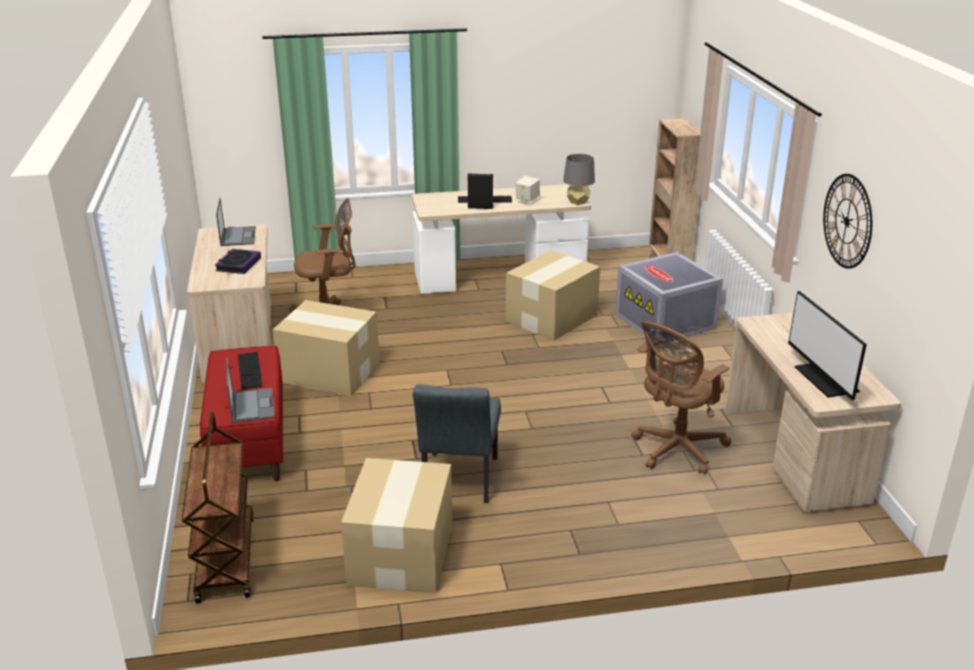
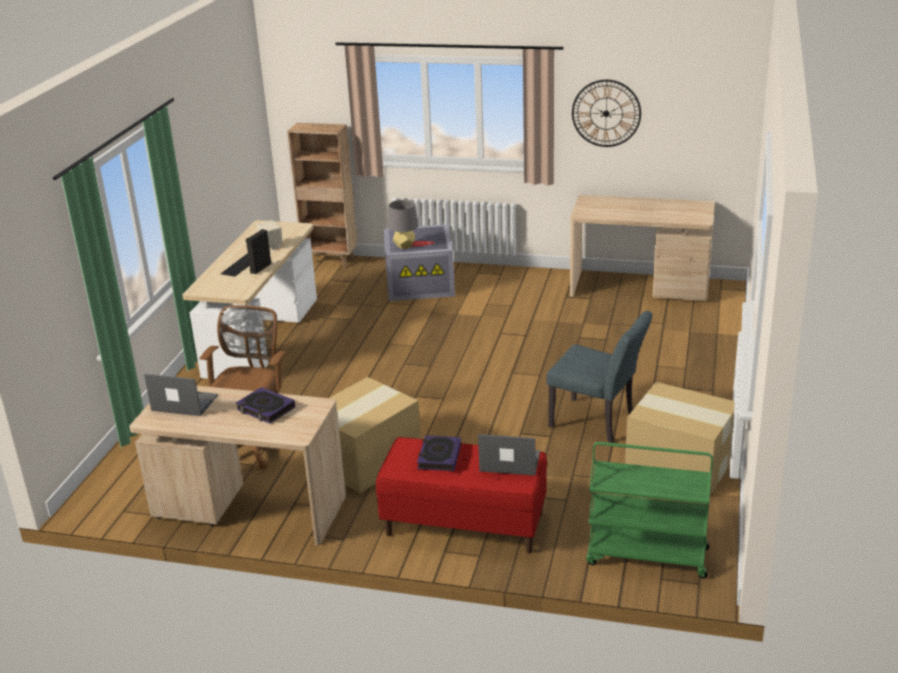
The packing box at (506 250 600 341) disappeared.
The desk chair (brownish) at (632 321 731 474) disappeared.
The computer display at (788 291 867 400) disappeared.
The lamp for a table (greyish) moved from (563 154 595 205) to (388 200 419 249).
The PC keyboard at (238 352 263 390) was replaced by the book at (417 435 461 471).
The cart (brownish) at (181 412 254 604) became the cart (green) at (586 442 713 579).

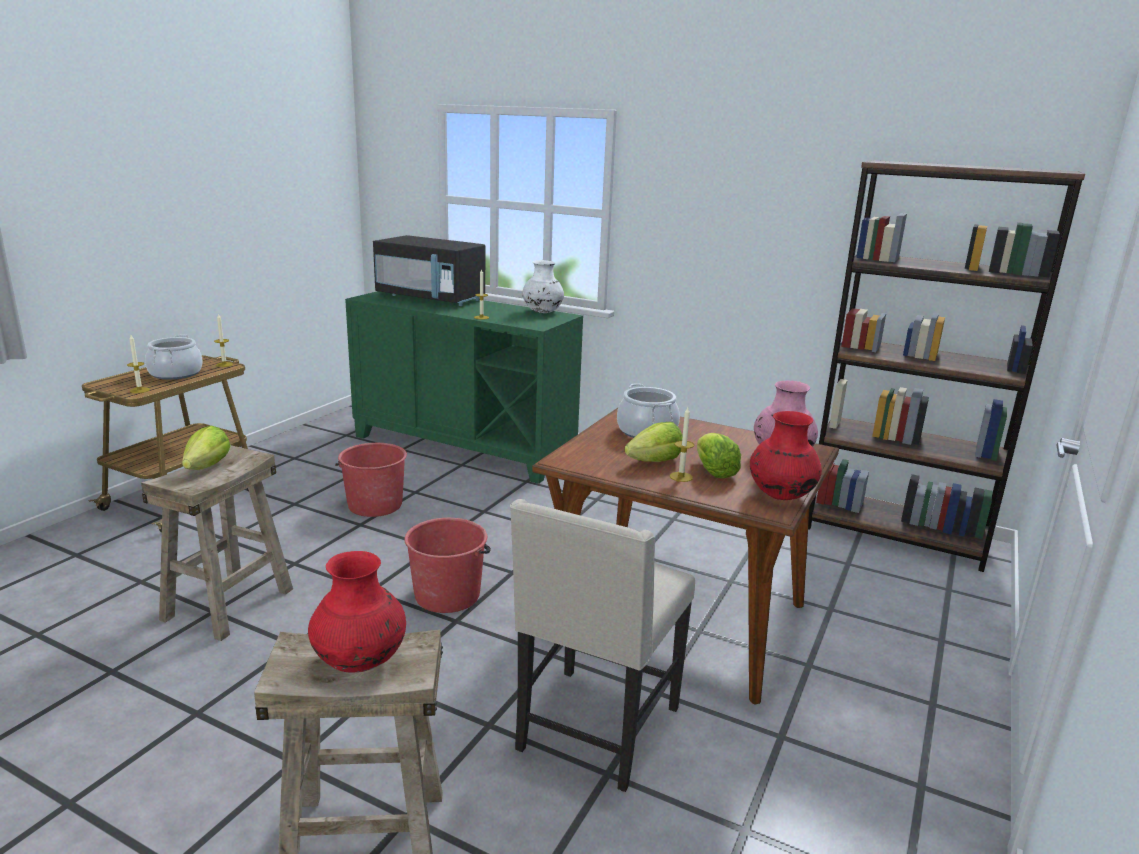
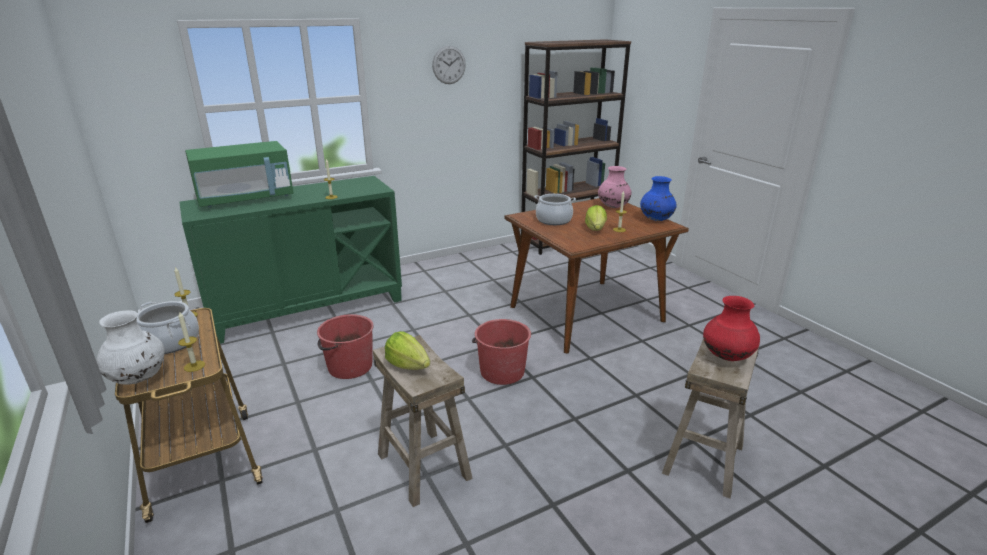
The upright chair (beige-coloured) at (510 499 695 792) disappeared.
The head of lettuce at (697 433 741 479) disappeared.
The hanging clock at (432 46 466 84) appeared.
The vase (whitish) moved from (522 260 564 313) to (96 310 165 385).
The kitchen microwave (black-coloured) at (373 235 485 306) became the kitchen microwave (green) at (185 141 293 207).
The vase (reddish) at (750 411 822 500) became the vase (bluish) at (640 176 677 221).

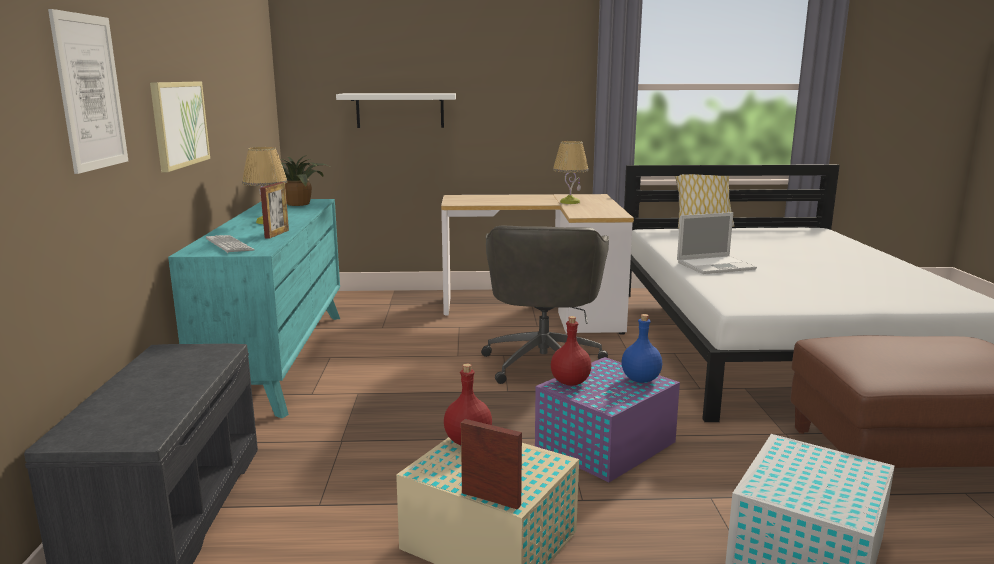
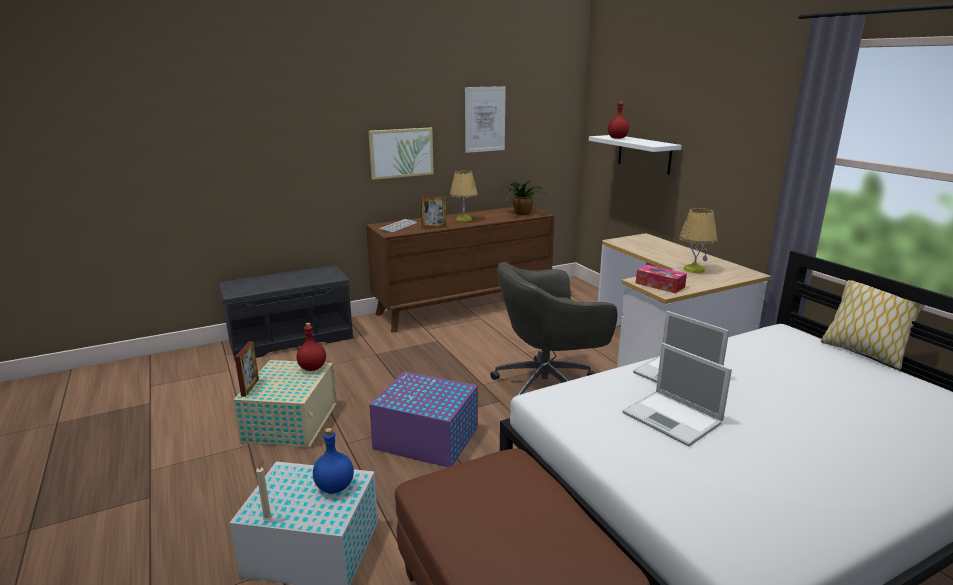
The wax candle (beige-coloured) at (256 460 272 521) appeared.
The notebook computer at (623 343 732 447) appeared.
The tissue box at (636 265 687 293) appeared.
The picture moved from (48 9 128 174) to (465 86 506 153).
The drink bottle (reddish) moved from (551 316 591 386) to (608 100 629 139).
The drink bottle (bluish) moved from (621 314 662 383) to (313 428 354 494).
The drawer chest (turquoise) at (168 199 340 418) became the drawer chest (brownish) at (366 207 555 333).

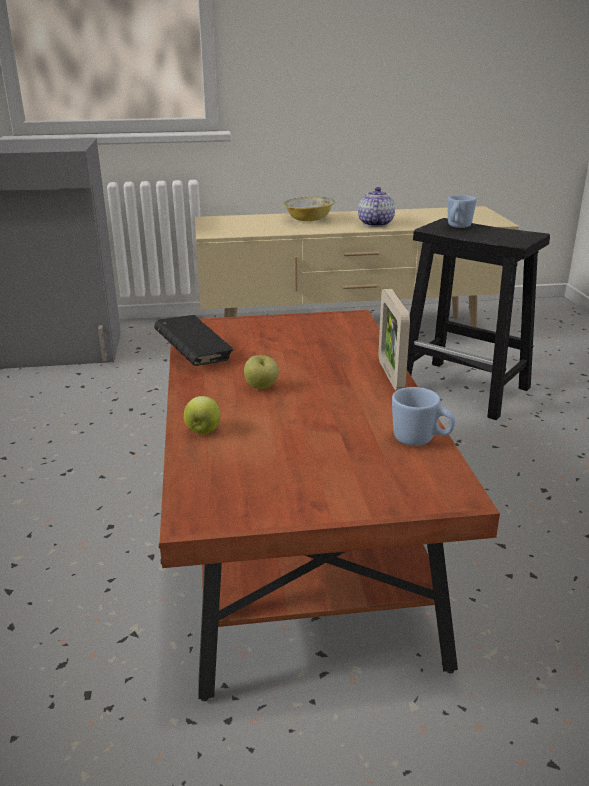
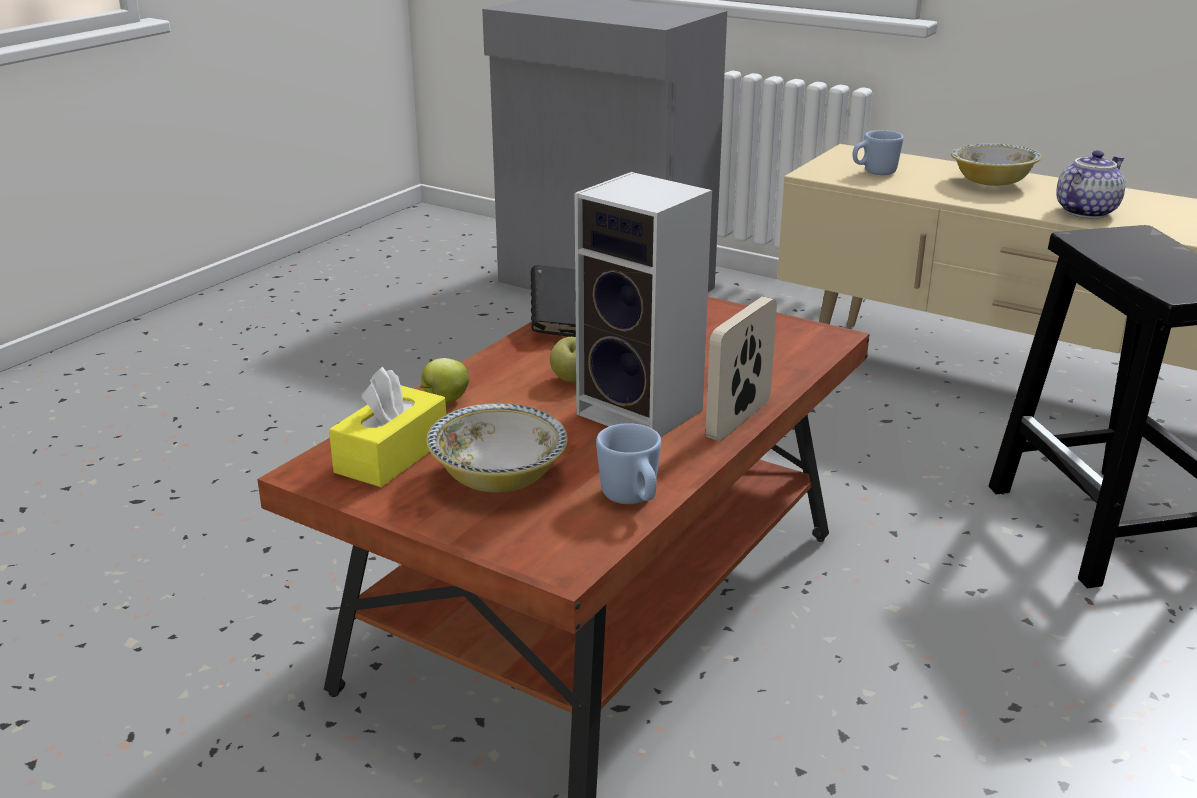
The tissue box (yellowish) at (329 367 446 487) appeared.
The serving bowl at (426 403 568 493) appeared.
The speaker at (575 172 712 437) appeared.
The mug (bluish) moved from (448 195 477 228) to (853 130 904 175).

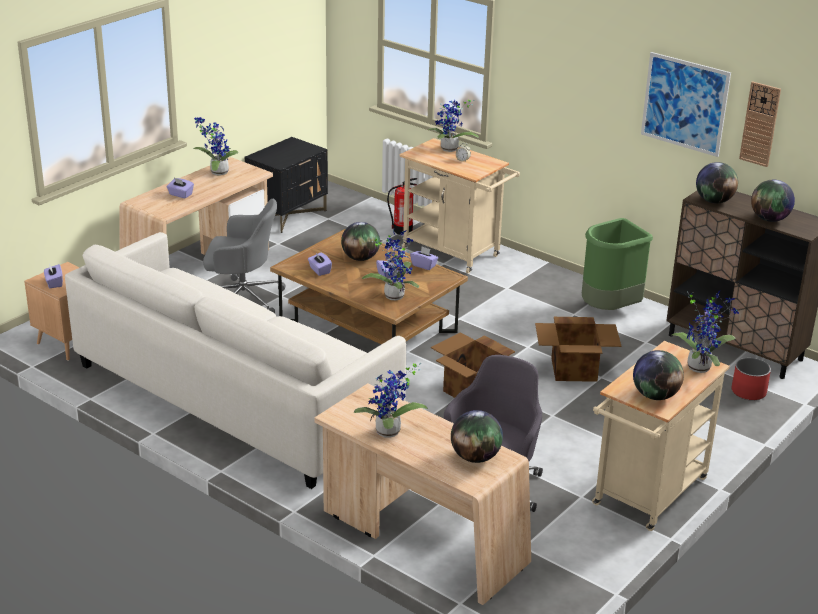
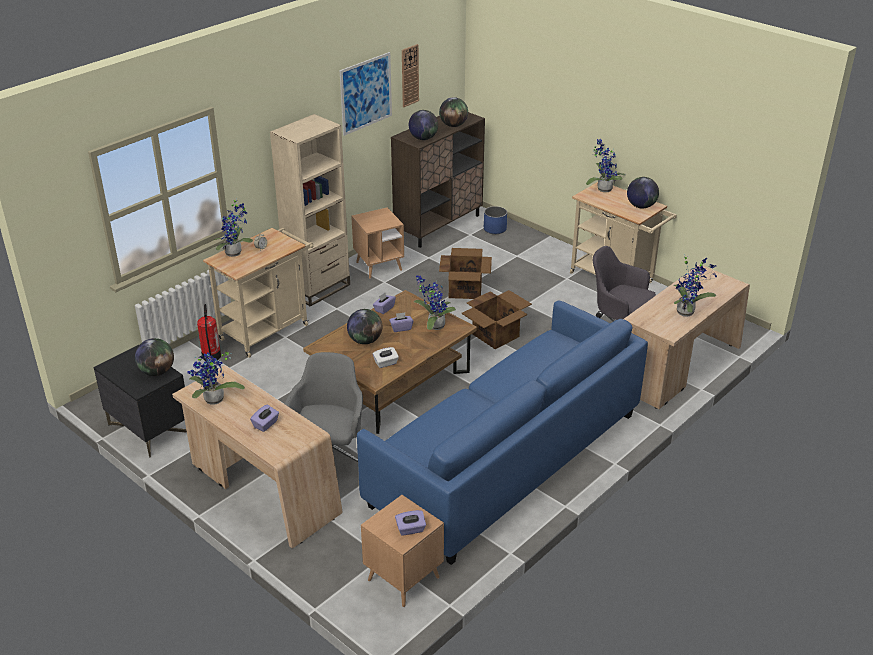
The bookcase (beige-coloured) at (270 114 350 307) appeared.
The world globe moved from (451 410 503 463) to (135 338 174 376).
The rubbish bin (green) at (582 218 653 310) was replaced by the side table (brownish) at (351 207 404 279).
The couch (whitish) at (65 232 406 489) became the couch (bluish) at (357 301 648 565).
The tissue box (purplish) at (308 252 332 276) became the tissue box (whitish) at (373 347 399 368).
The planter (reddish) at (732 358 771 401) became the planter (bluish) at (484 206 507 234).

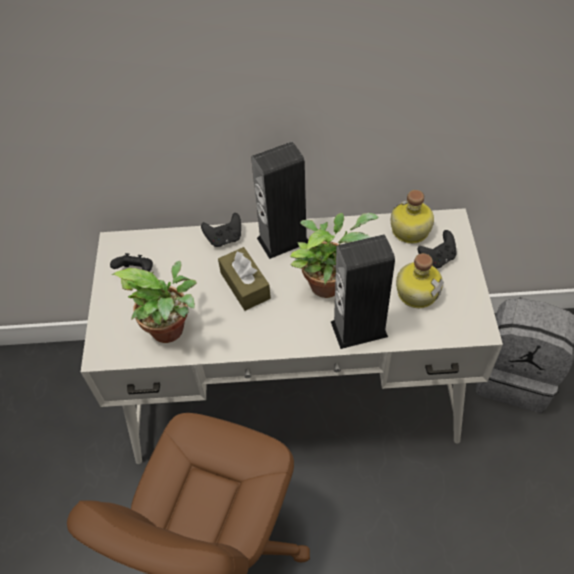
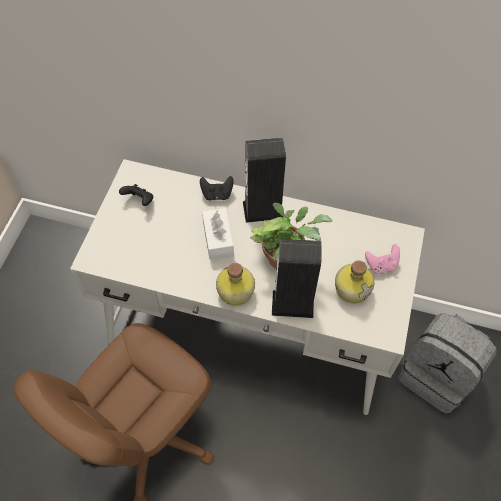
The plant in a pot at (111 261 197 343) disappeared.
The drink bottle moved from (391 190 434 244) to (216 263 255 306).
The tissue box (brownish) at (218 247 271 311) became the tissue box (whitish) at (202 208 234 260).
The joypad (black-coloured) at (418 230 457 268) became the joypad (pinkish) at (365 244 400 274).

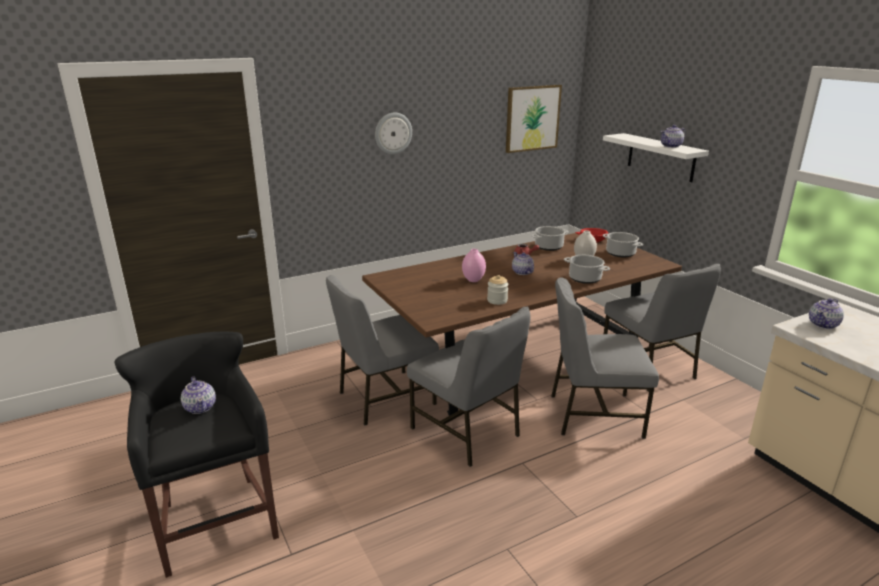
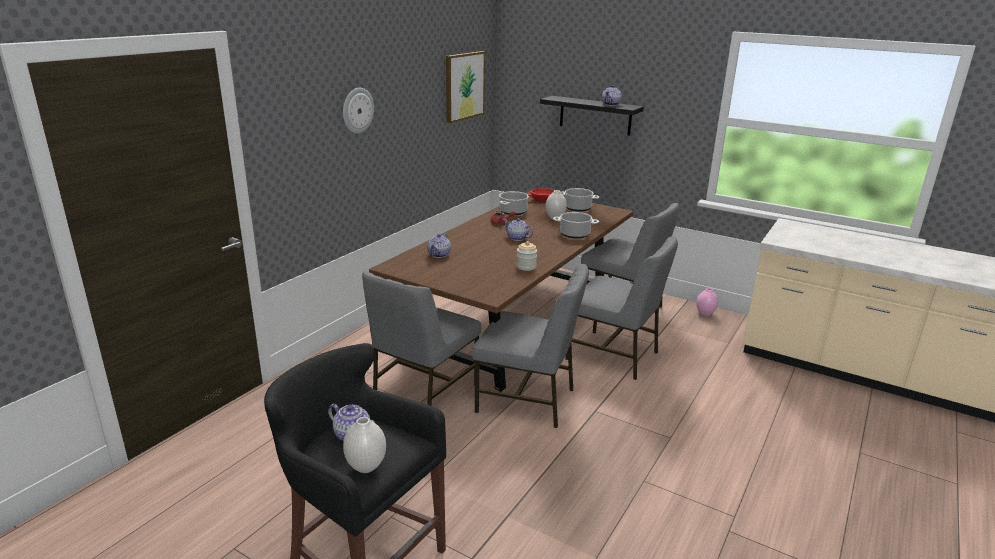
The vase (whitish) at (343 417 386 473) appeared.
The vase (pinkish) moved from (462 249 486 282) to (696 288 718 316).
The teapot moved from (809 298 844 329) to (428 233 451 258).
The bracket shelf (whitish) at (603 133 709 182) became the bracket shelf (black-coloured) at (540 96 644 136).
The upright chair (greyish) at (551 277 659 439) turned 120 degrees counterclockwise.

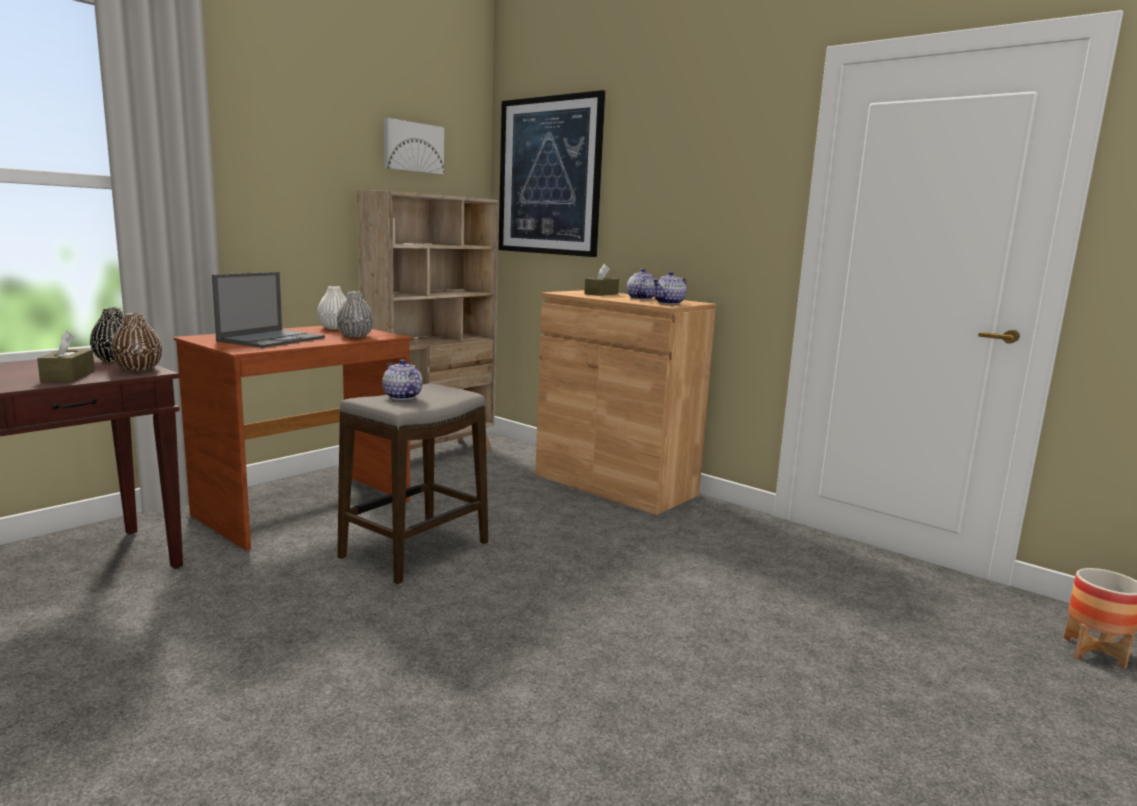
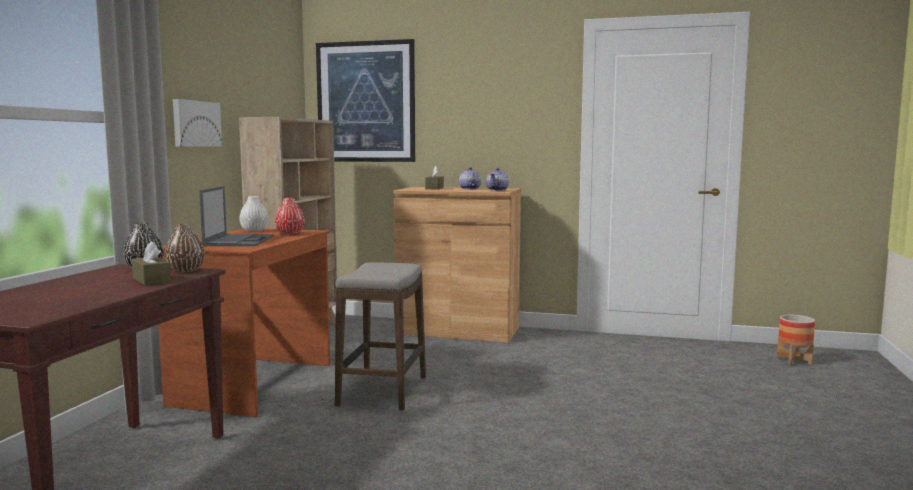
The teapot at (382 359 423 400) disappeared.
The picture moved from (384 118 444 174) to (173 99 222 147).
The vase (greyish) at (337 291 374 338) became the vase (reddish) at (275 198 305 235).

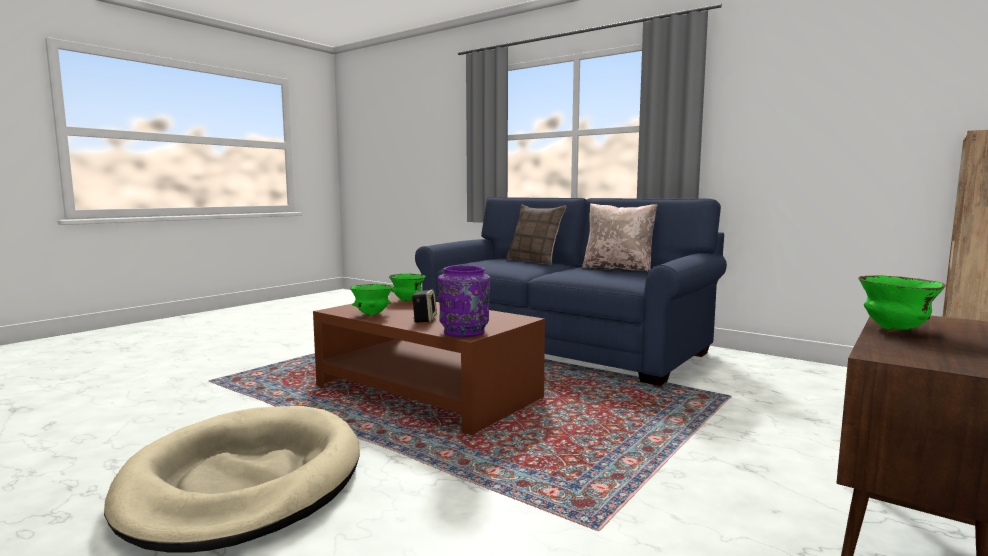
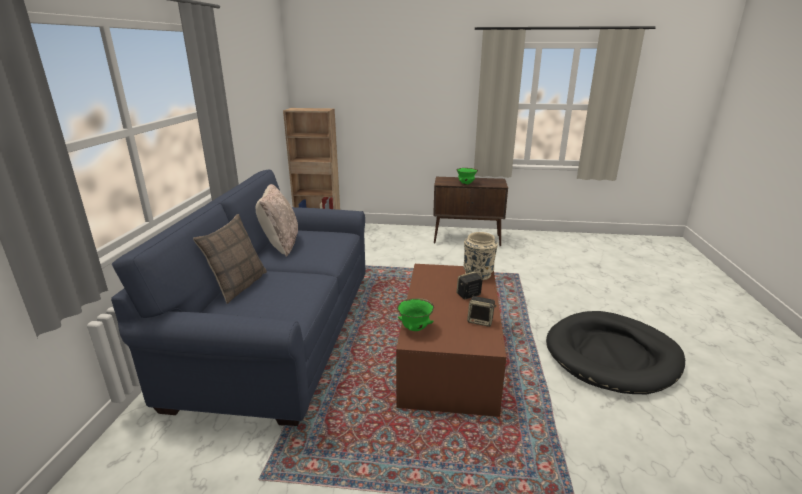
The serving bowl (green) at (350 284 393 315) was replaced by the speaker at (467 296 496 327).
The pet bed (beige-coloured) at (104 406 359 552) became the pet bed (black-coloured) at (546 311 685 394).
The vase (purplish) at (438 265 490 337) became the vase (beige-coloured) at (463 232 498 280).

